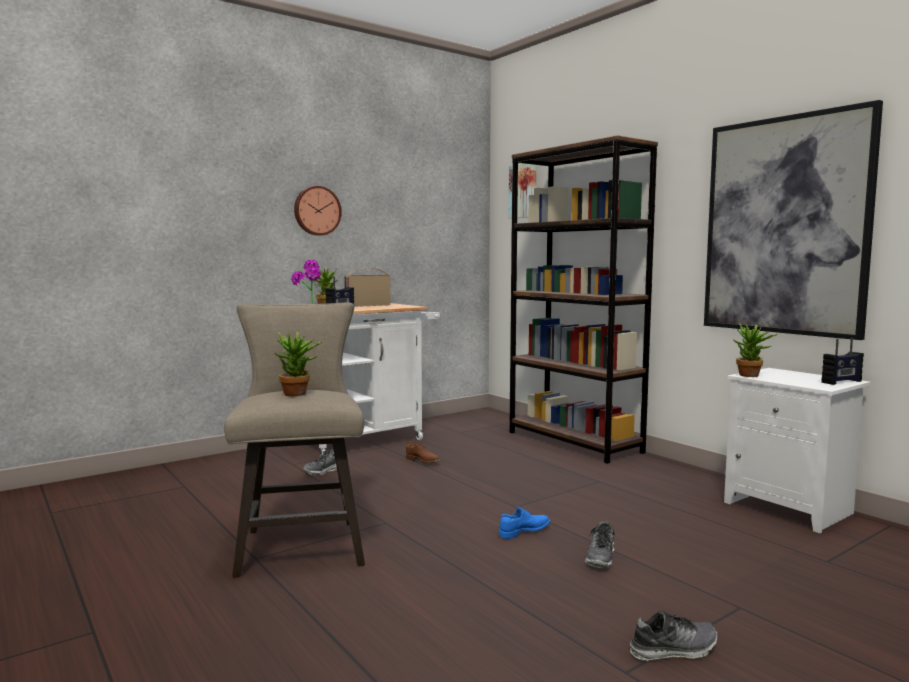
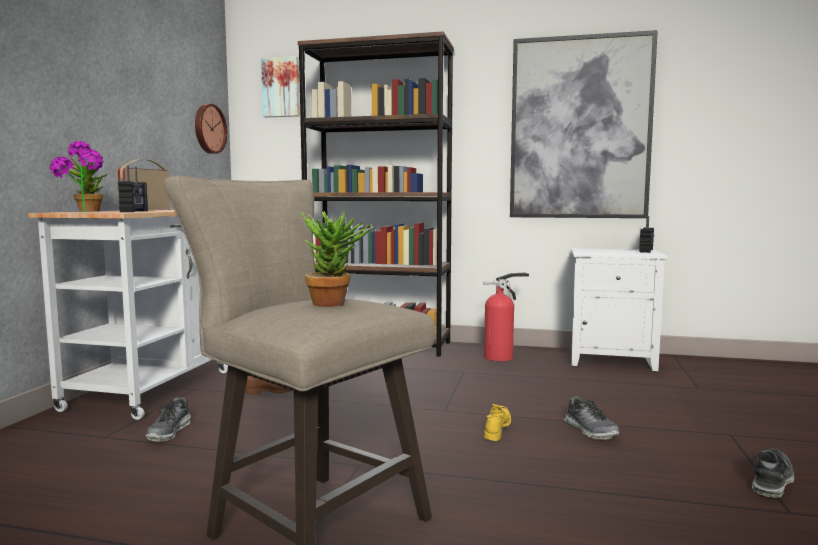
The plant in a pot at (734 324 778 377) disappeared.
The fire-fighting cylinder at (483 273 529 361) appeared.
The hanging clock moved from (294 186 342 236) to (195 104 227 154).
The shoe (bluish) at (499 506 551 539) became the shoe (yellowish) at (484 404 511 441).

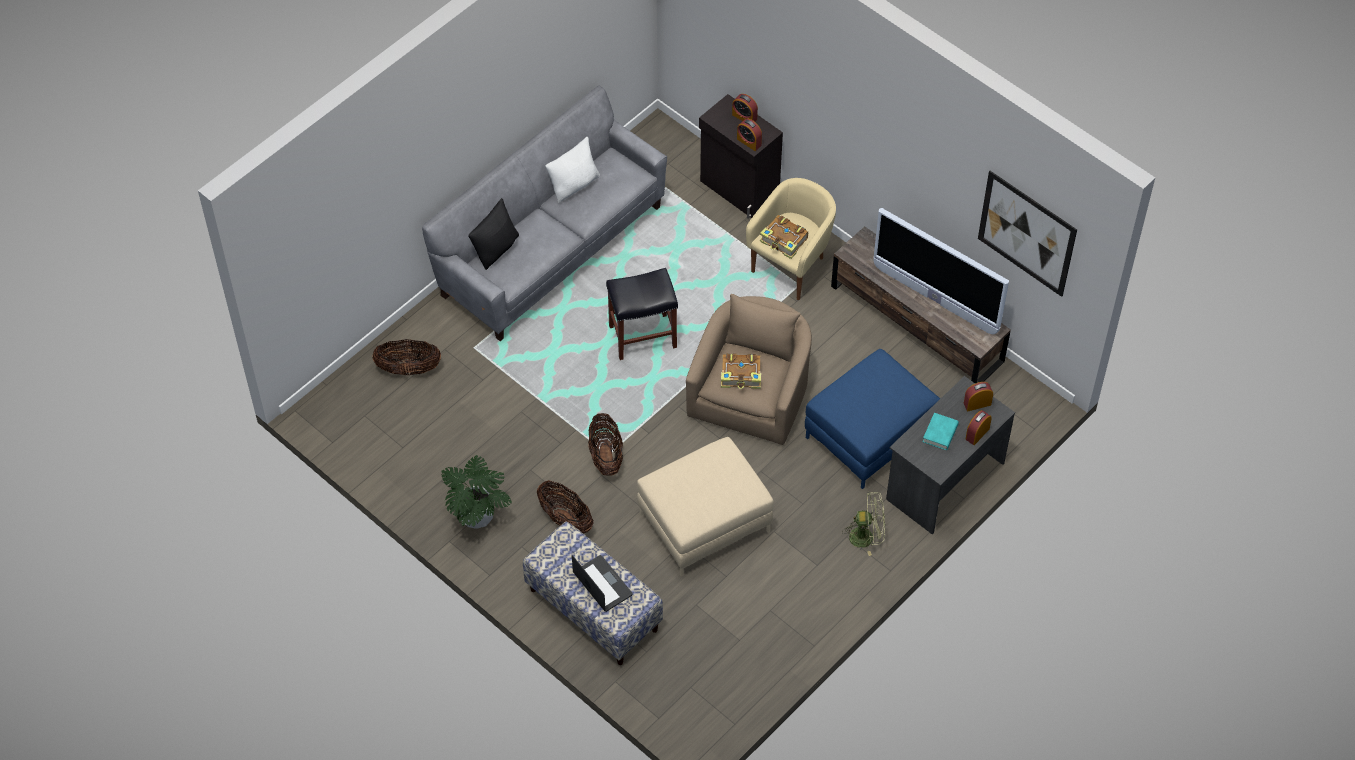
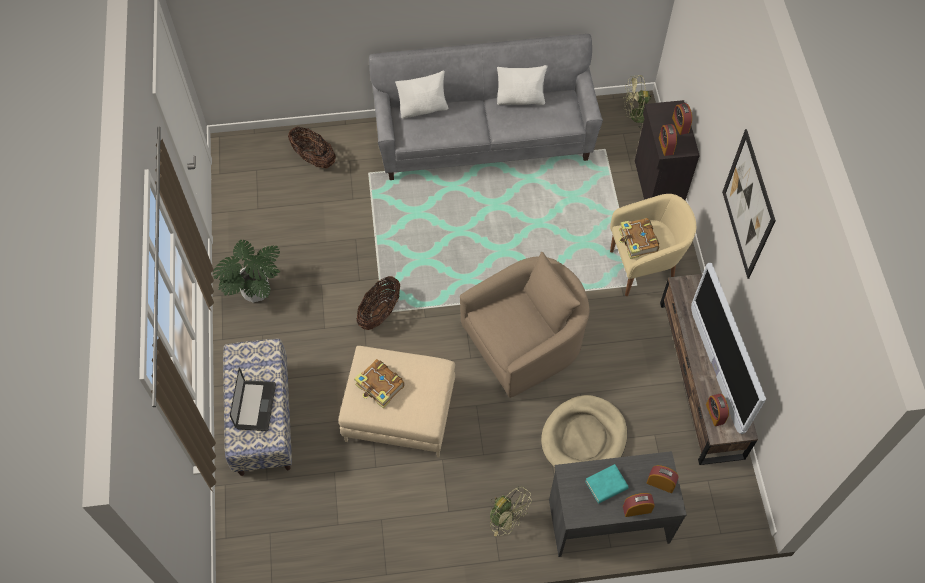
The household basket at (537 480 593 534) disappeared.
The stool (black-coloured) at (606 268 678 360) disappeared.
The cooling fan (green) at (623 75 652 129) appeared.
The alarm clock at (706 394 729 426) appeared.
The book moved from (721 353 761 389) to (354 359 405 409).
The picture moved from (978 171 1077 297) to (722 129 776 279).
The ottoman (bluish) at (805 349 940 489) was replaced by the pet bed (beige-coloured) at (541 395 627 468).
The pillow (black-coloured) at (468 198 519 270) became the pillow (whitish) at (395 70 448 119).

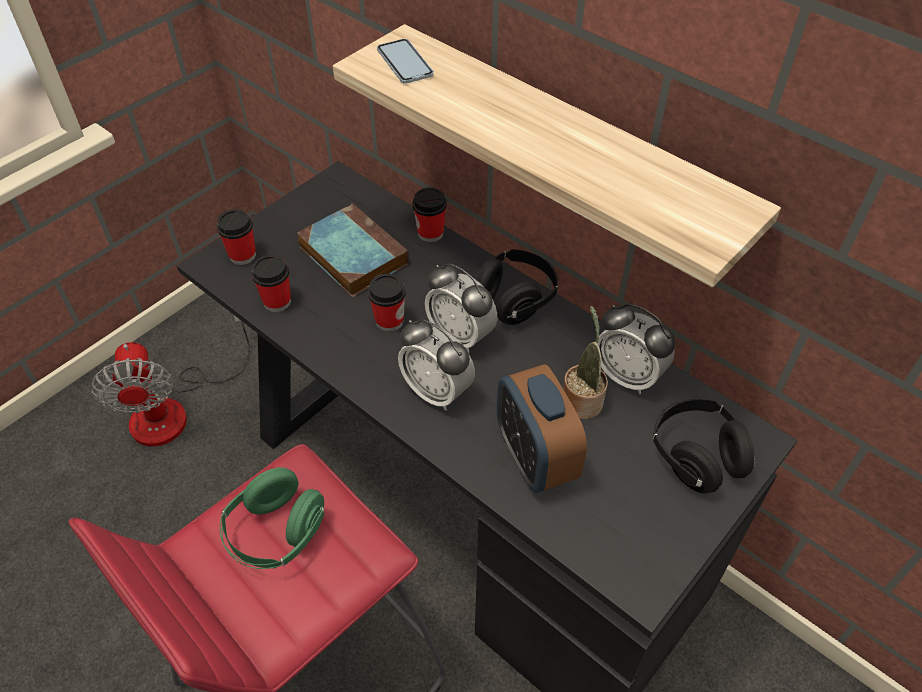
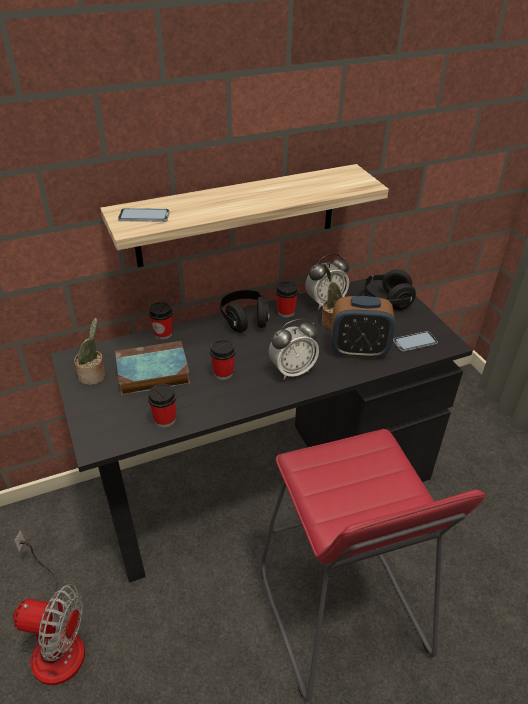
The pair of headphones (green) at (220 467 324 569) disappeared.
The alarm clock at (425 263 497 353) disappeared.
The plant in a pot at (74 318 105 385) appeared.
The telephone at (393 331 438 352) appeared.
The small cup moved from (217 209 256 265) to (276 281 299 318).

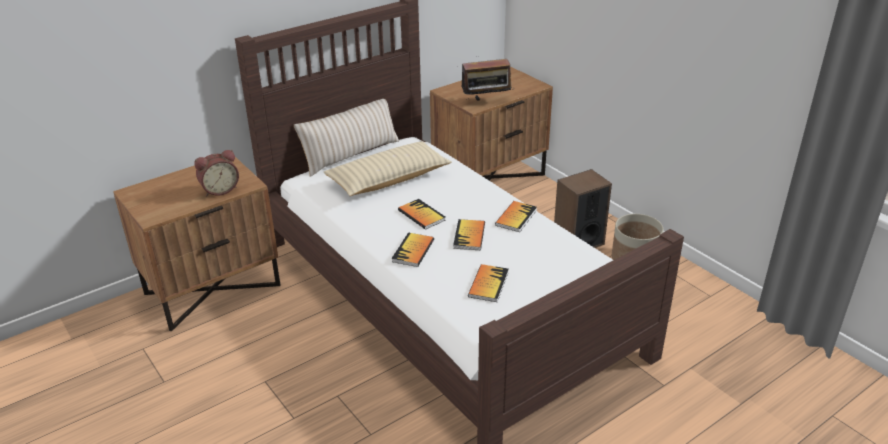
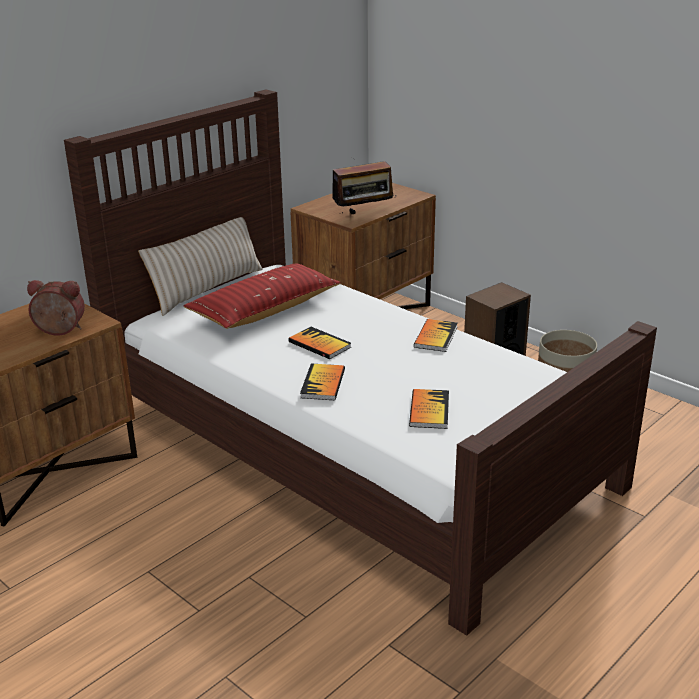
The book at (453 219 485 250) disappeared.
The pillow (beige-coloured) at (323 141 452 196) became the pillow (reddish) at (184 264 341 329).
The alarm clock at (194 150 239 196) turned 135 degrees counterclockwise.

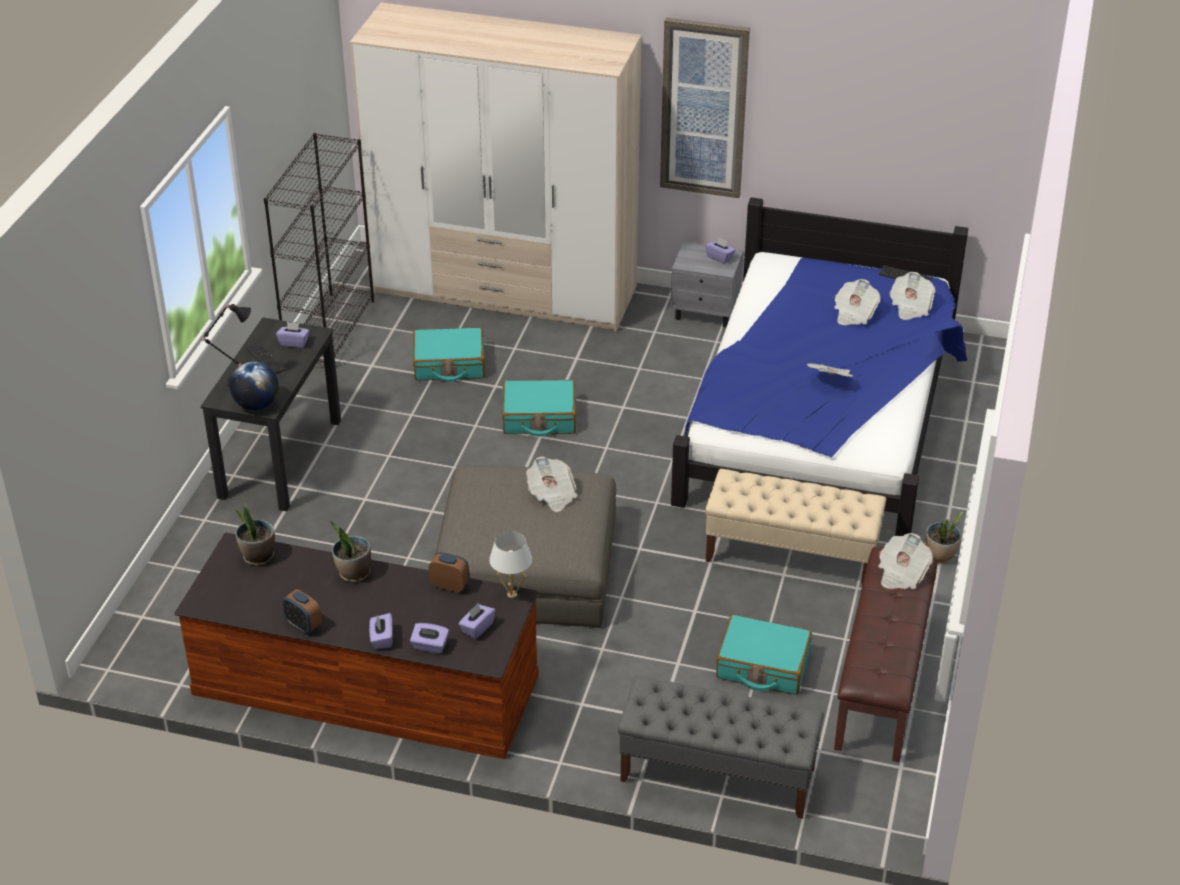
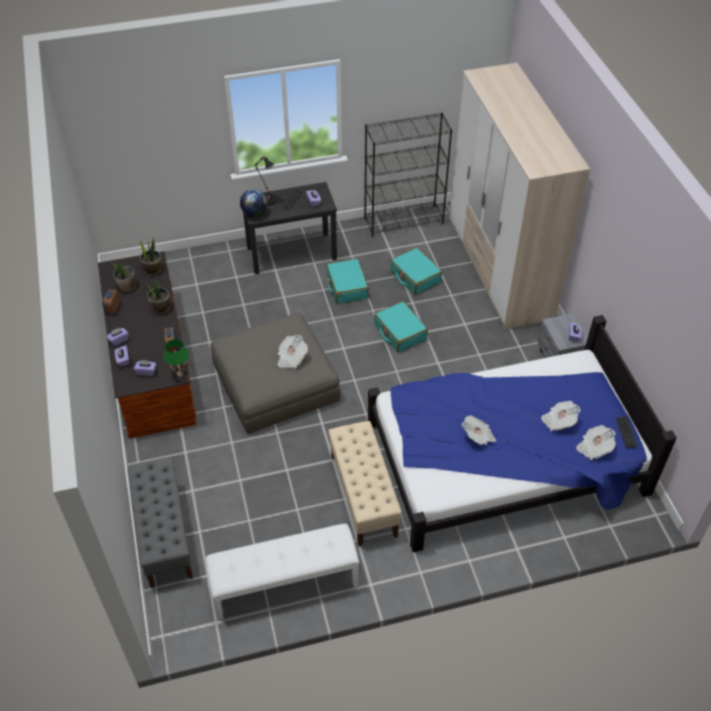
The picture at (660 18 750 198) disappeared.
The daily paper at (878 533 933 589) disappeared.
The travel case (turquoise) moved from (716 614 812 695) to (326 259 369 304).
The plant in a pot moved from (926 512 963 564) to (110 261 136 291).
The lamp for a table (whitish) at (489 531 533 598) became the lamp for a table (green) at (163 339 189 376).
The long seat (brownish) at (834 547 938 762) became the long seat (whitish) at (206 524 359 620).

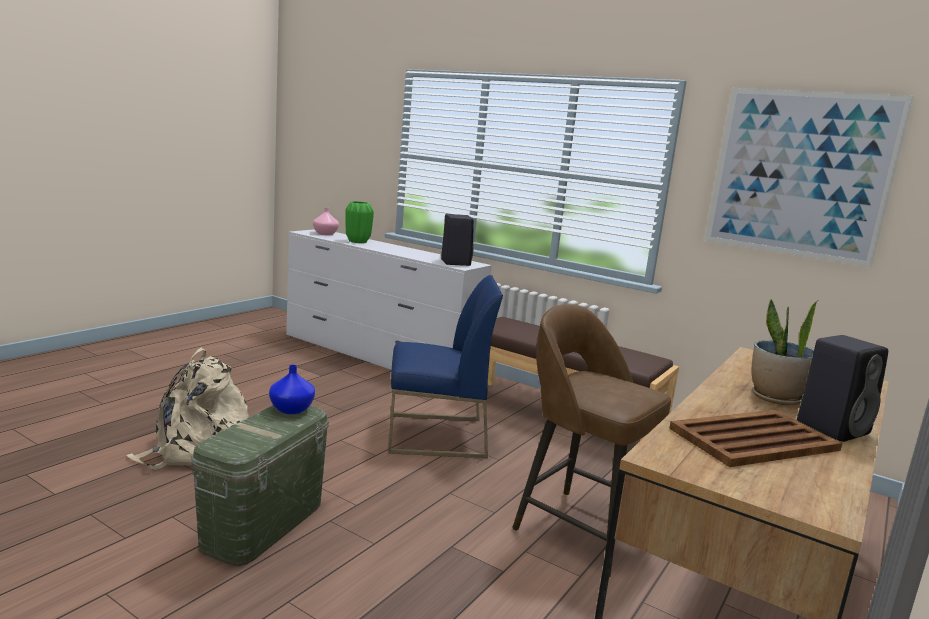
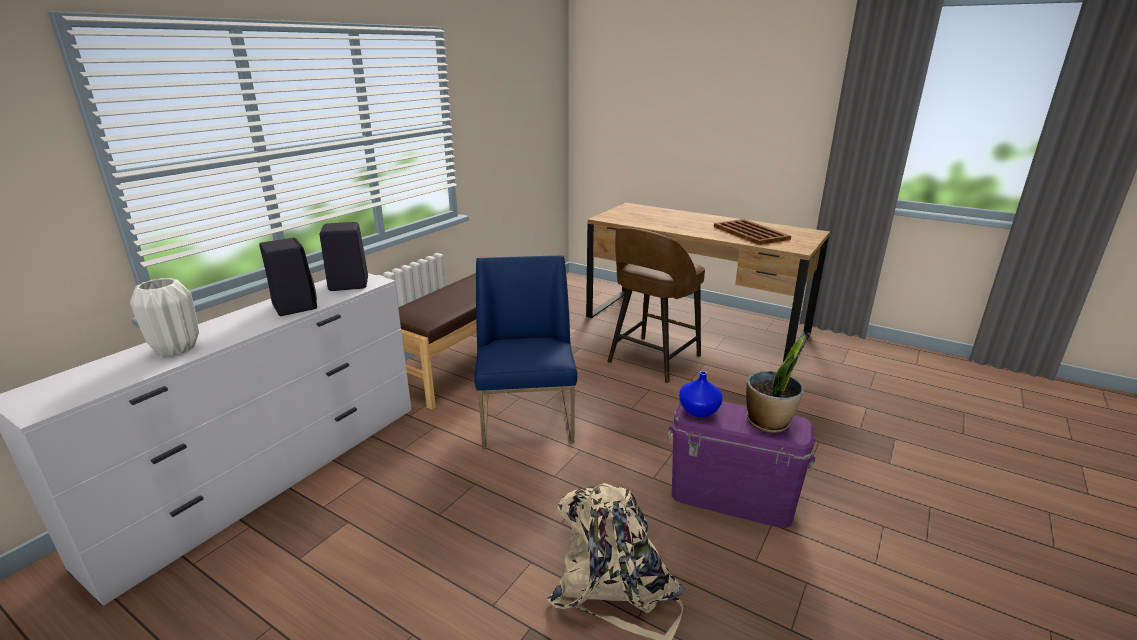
The vase (pinkish) at (313 208 339 235) disappeared.
The picture at (705 88 914 267) disappeared.
The plant in a pot moved from (752 299 819 405) to (746 335 805 433).
The speaker (black-coloured) moved from (797 335 888 442) to (259 238 317 316).
The storage container (green) at (191 405 329 566) became the storage container (purplish) at (669 401 816 528).
The vase (green) at (345 201 374 243) became the vase (whitish) at (130 278 199 356).

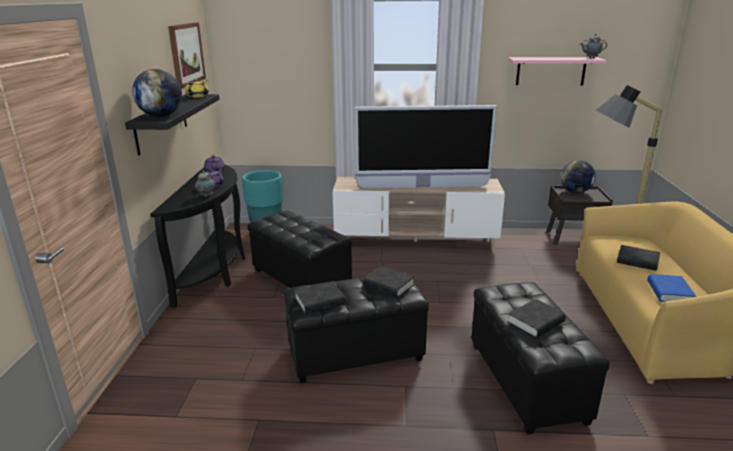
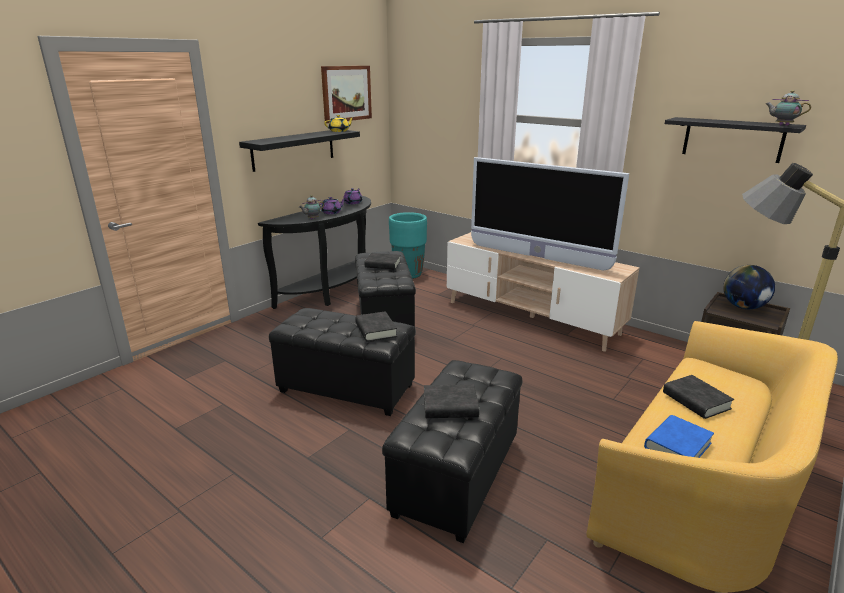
The world globe at (132 69 182 117) disappeared.
The book (black-coloured) moved from (294 281 345 314) to (365 253 401 270).
The bracket shelf (pinkish) at (508 57 607 85) became the bracket shelf (black-coloured) at (665 117 806 163).

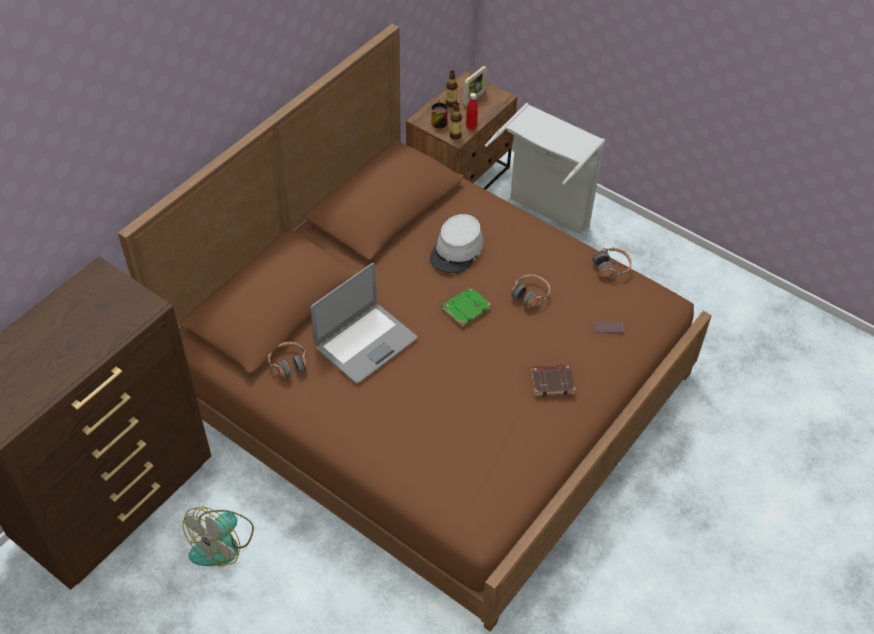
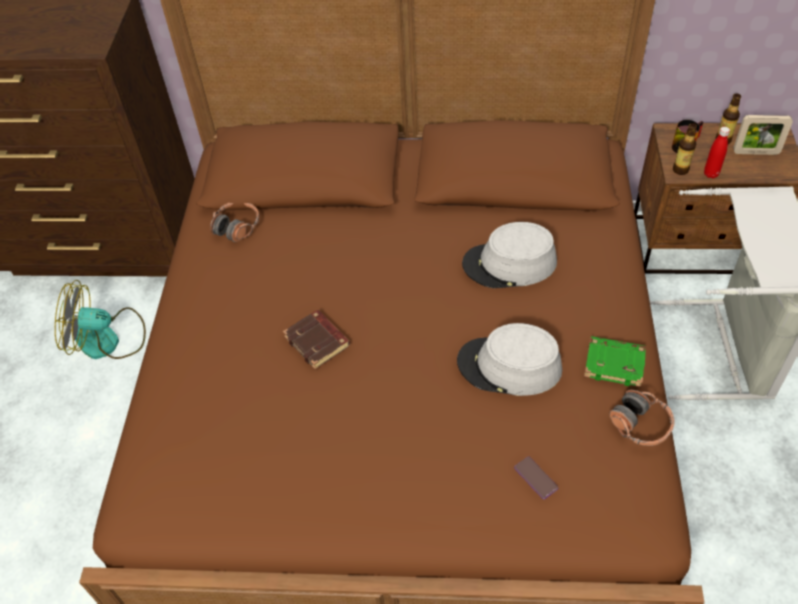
The notebook computer at (310 263 417 383) disappeared.
The book (green) moved from (442 287 491 327) to (584 336 646 387).
The book (brownish) moved from (531 364 576 397) to (283 310 350 369).
The pair of headphones at (511 274 550 308) was replaced by the wearable hat (greyish) at (457 323 562 396).

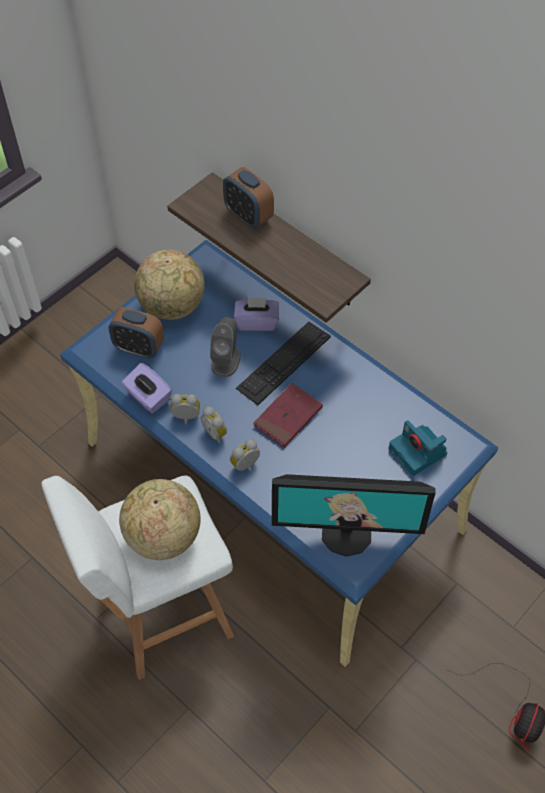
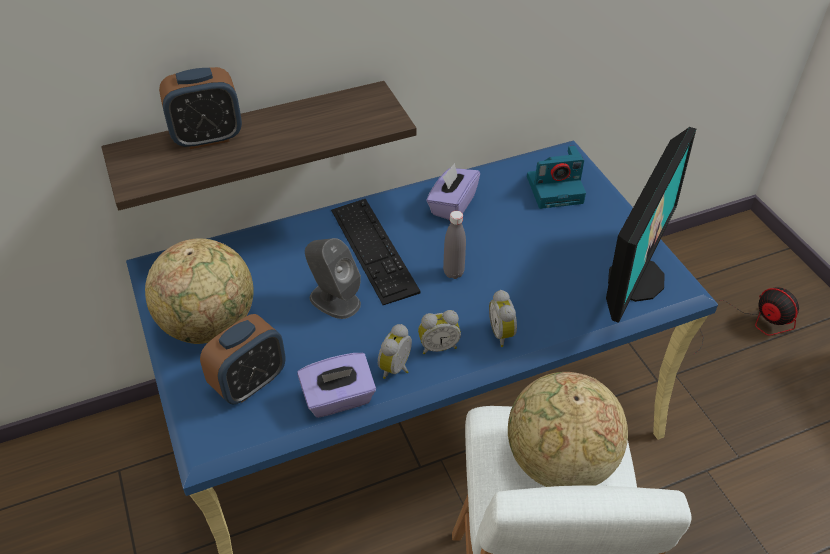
The tissue box (purplish) moved from (234 297 279 331) to (426 163 480 220).
The book (reddish) at (253 383 323 448) was replaced by the drink bottle (greyish) at (443 211 466 279).

